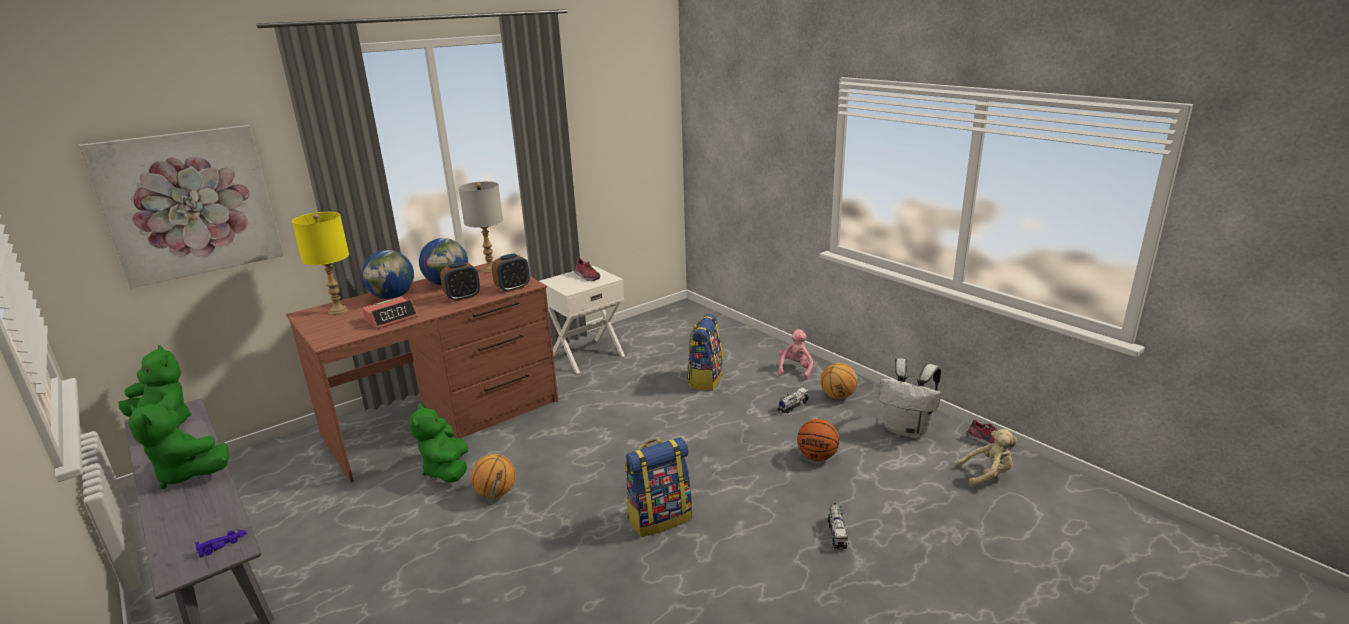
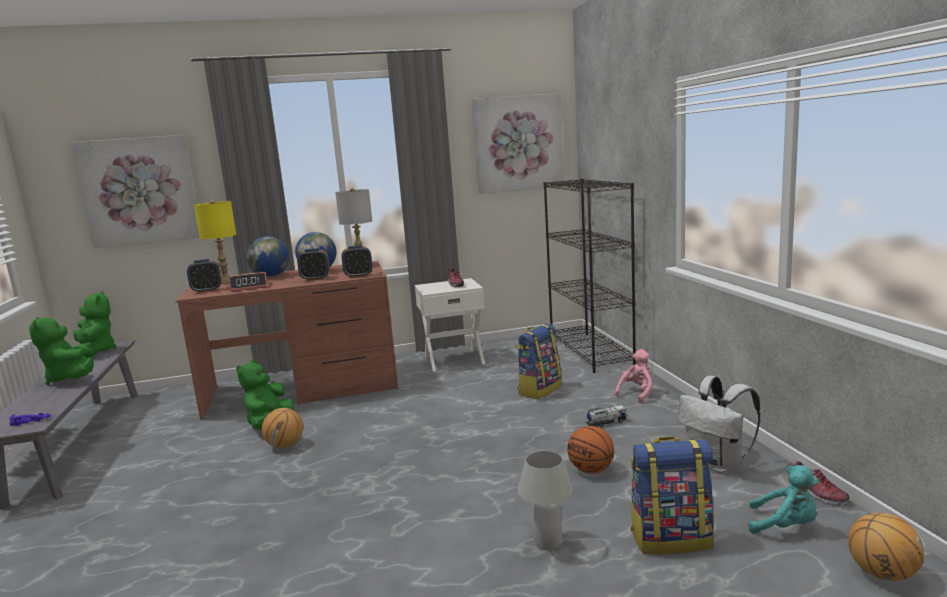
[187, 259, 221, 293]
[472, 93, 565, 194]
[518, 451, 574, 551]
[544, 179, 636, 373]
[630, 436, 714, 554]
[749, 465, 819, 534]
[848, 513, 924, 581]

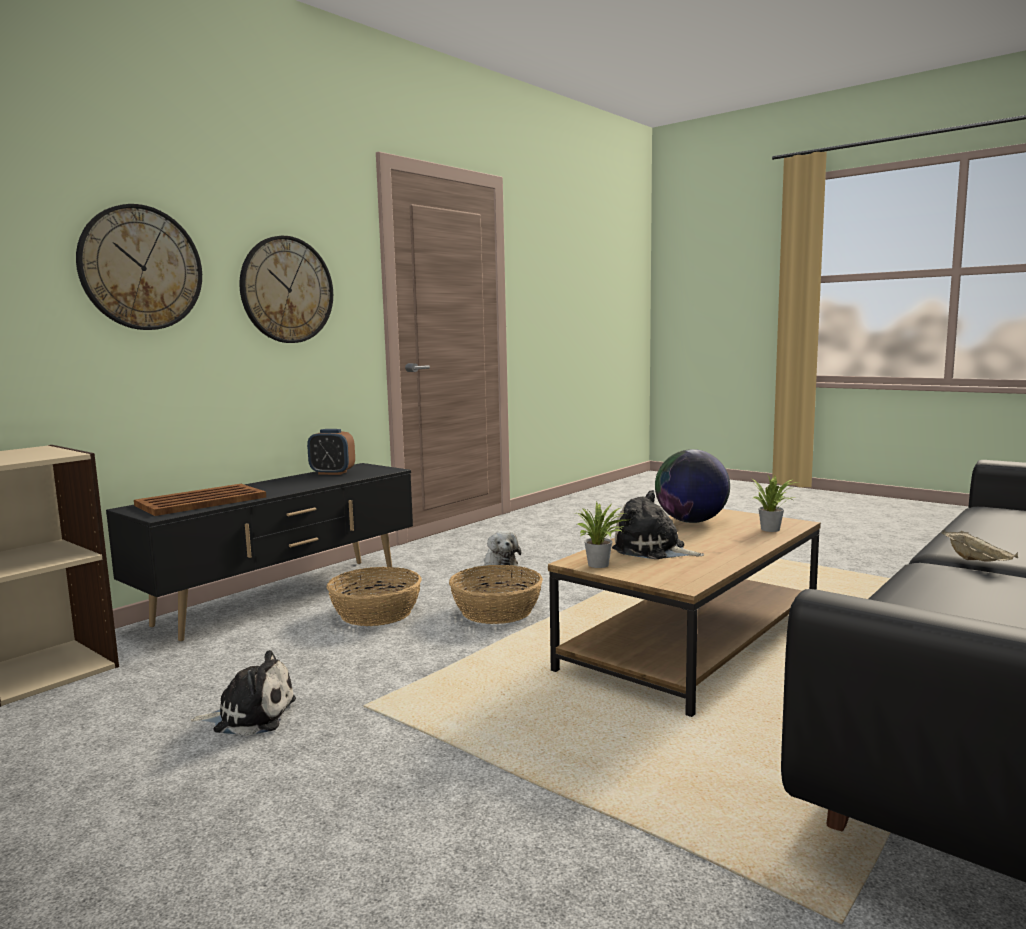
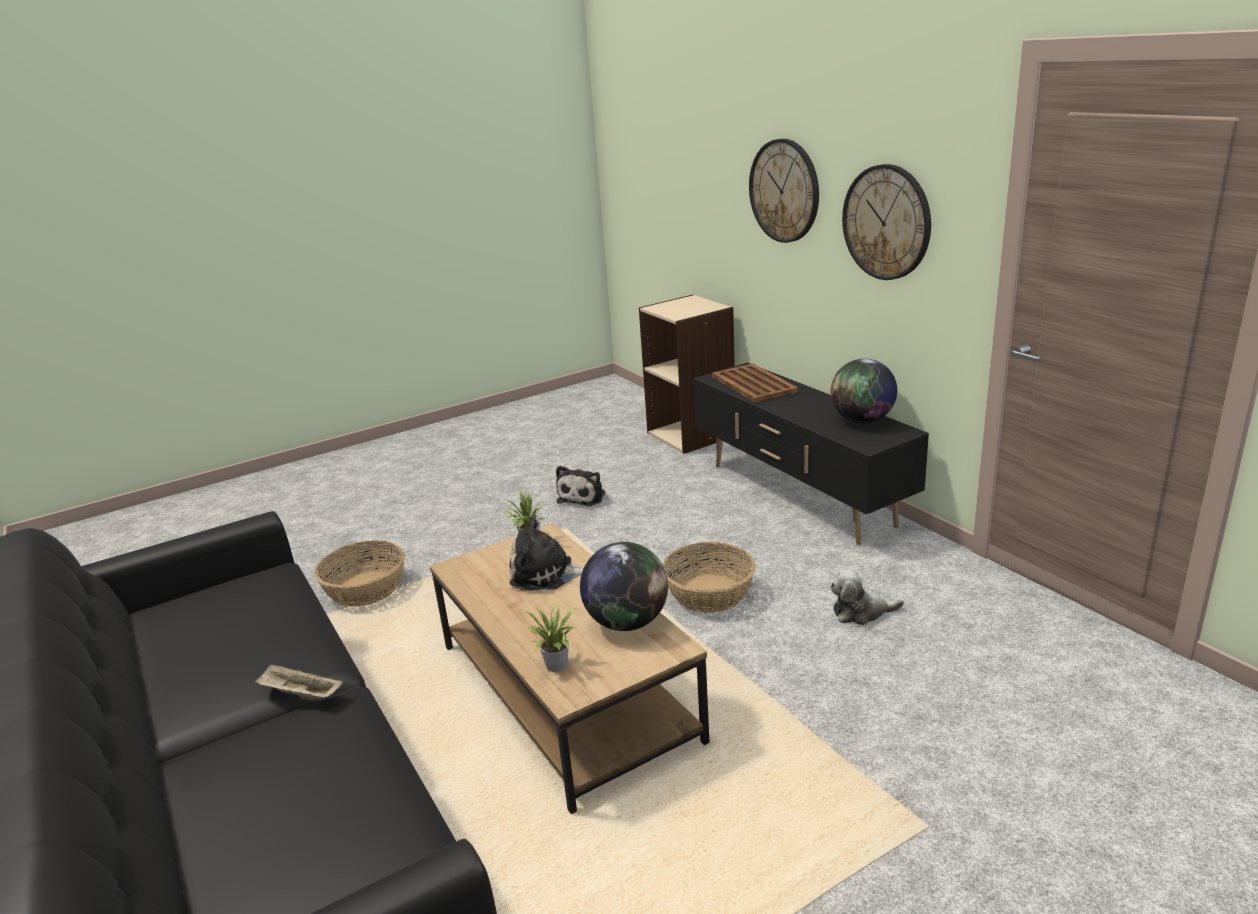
[314, 540, 404, 607]
[509, 516, 584, 591]
[831, 359, 897, 424]

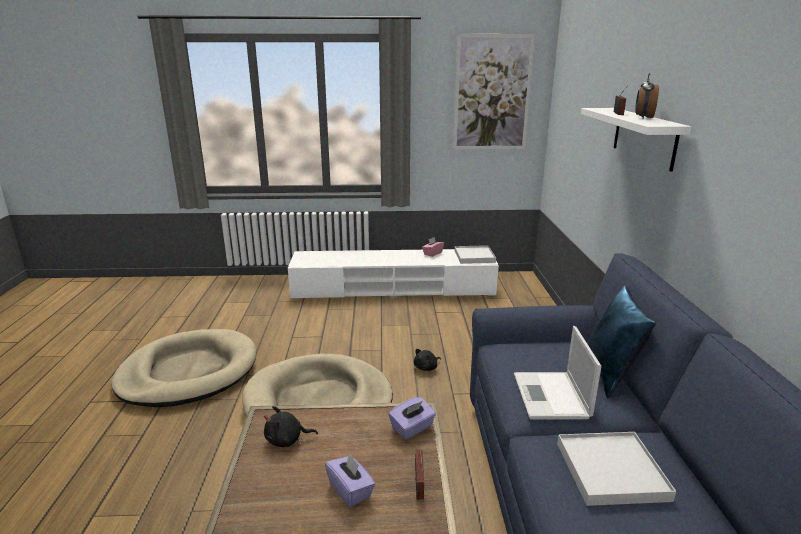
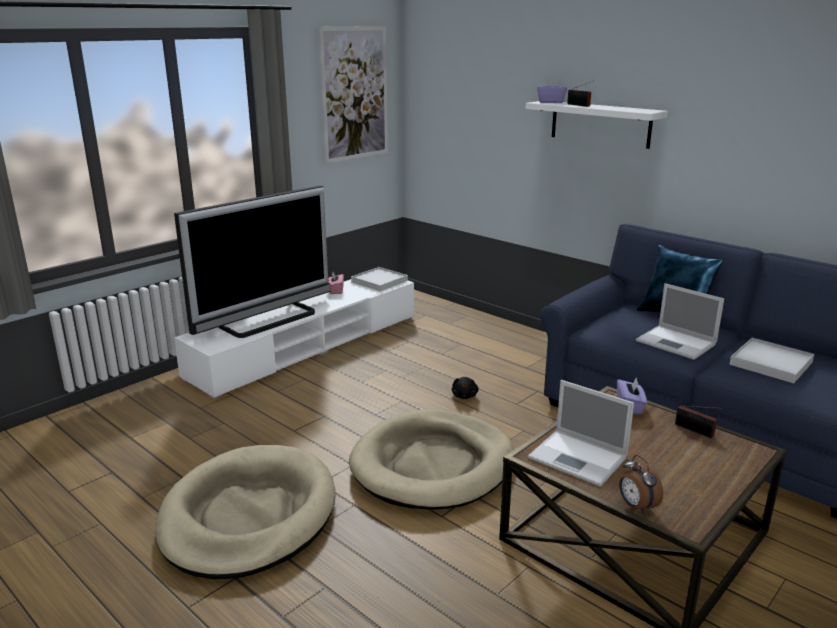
[174, 185, 331, 338]
[528, 380, 634, 487]
[537, 79, 567, 103]
[619, 455, 663, 514]

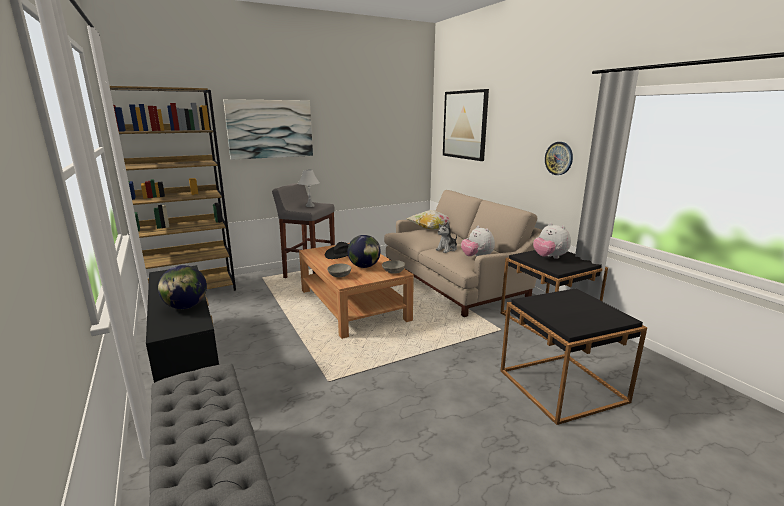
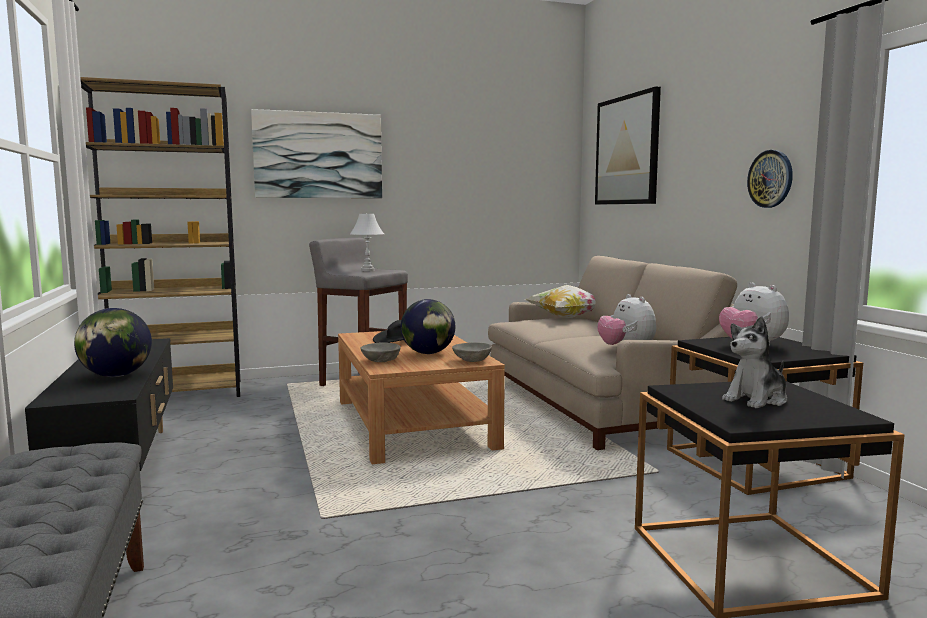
[722, 316, 787, 408]

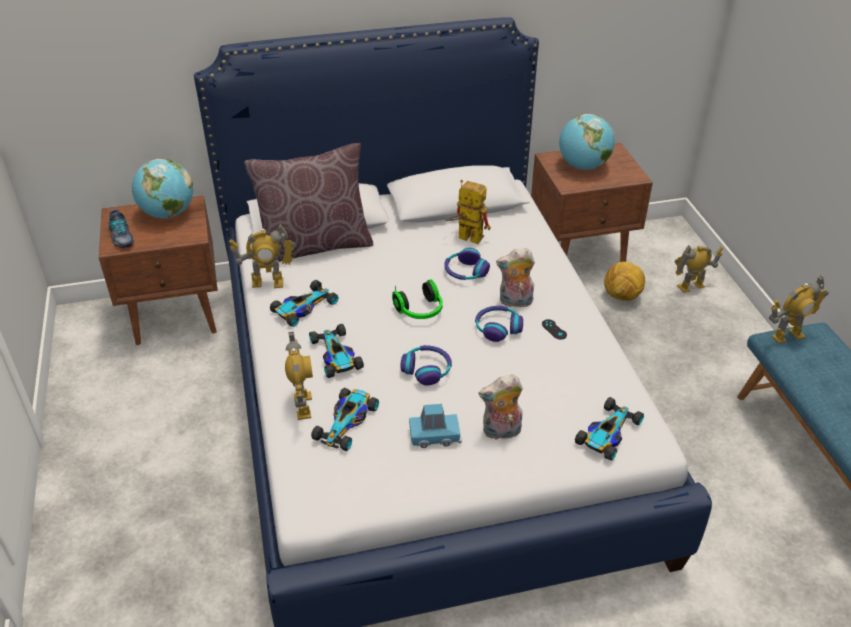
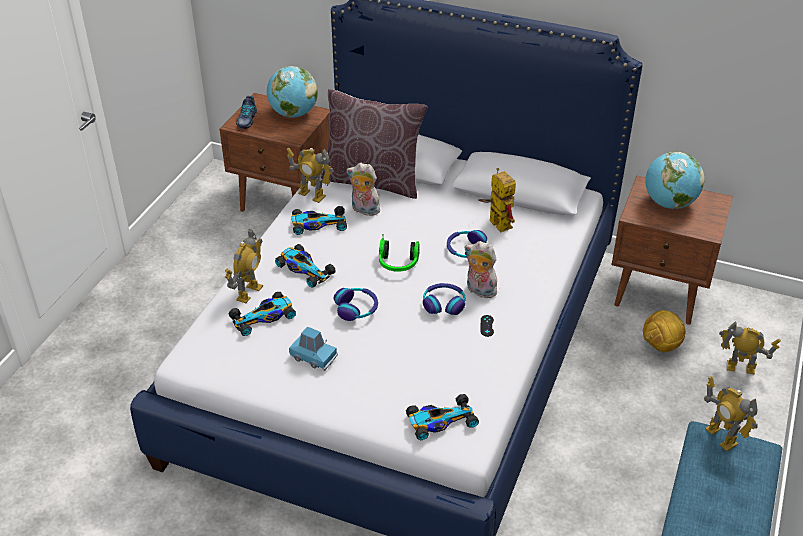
[275, 244, 336, 288]
[347, 163, 382, 216]
[704, 376, 758, 451]

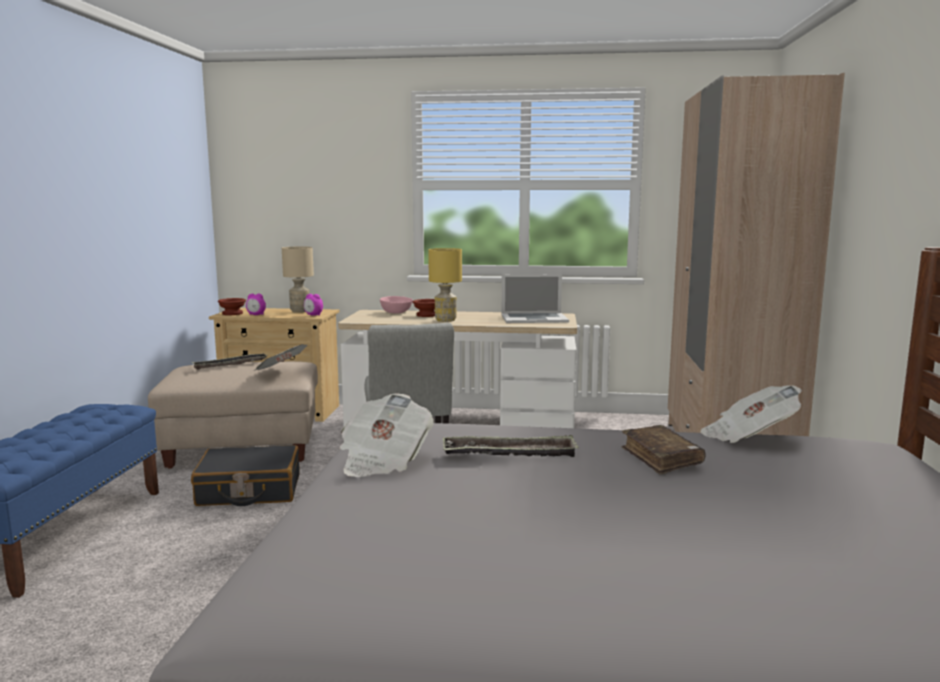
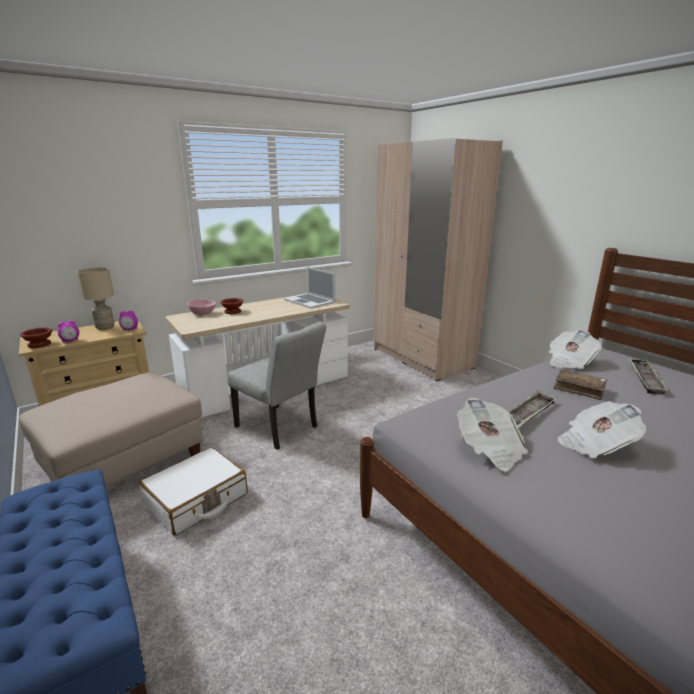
[139, 447, 248, 536]
[284, 267, 335, 309]
[557, 401, 646, 459]
[628, 359, 670, 395]
[428, 248, 462, 322] (first image)

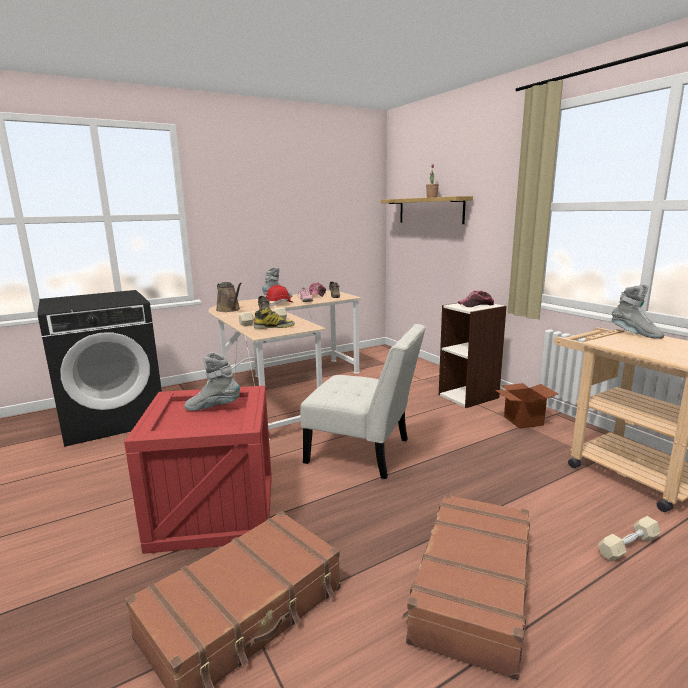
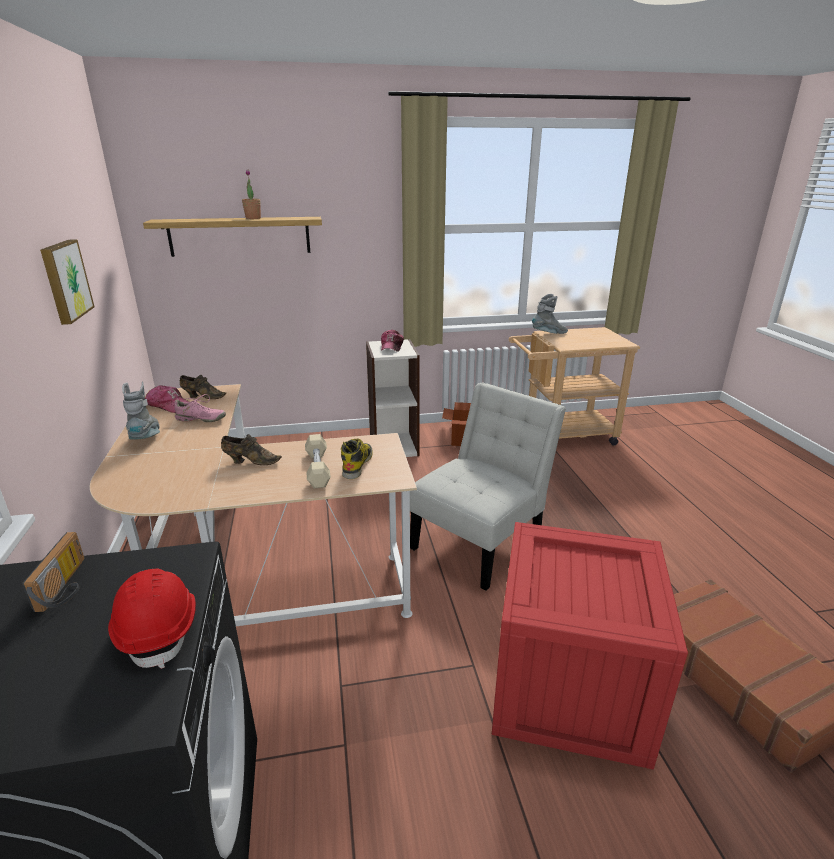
[22, 532, 84, 612]
[40, 239, 95, 325]
[108, 569, 196, 669]
[184, 352, 240, 411] (first image)
[216, 282, 242, 312] (first image)
[402, 493, 530, 680] (first image)
[598, 516, 661, 562] (first image)

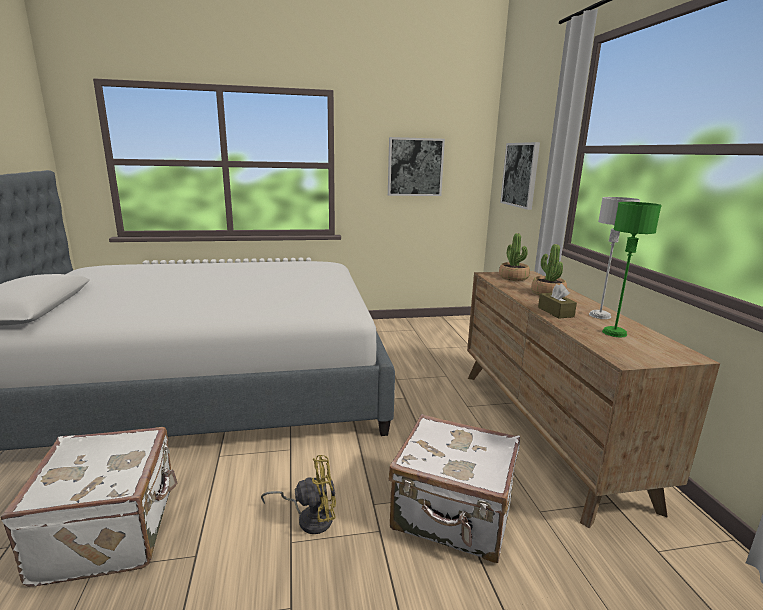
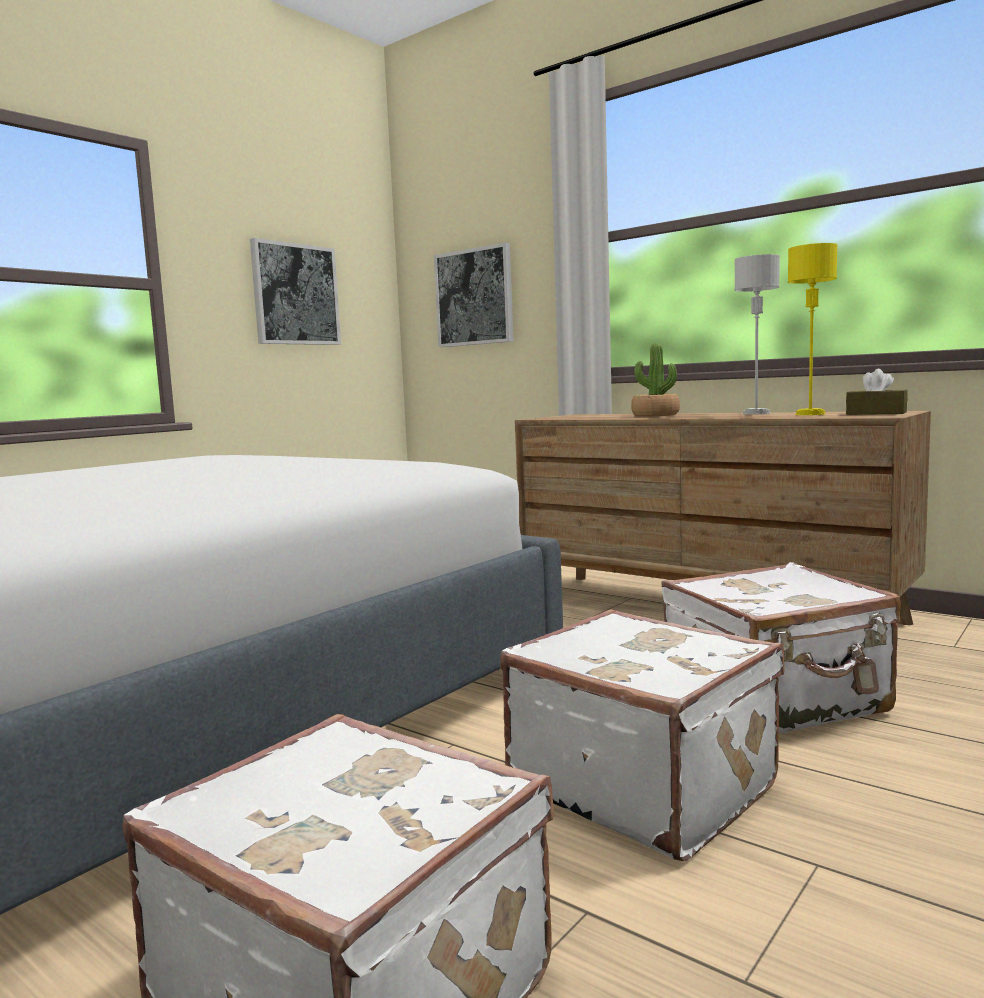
[500, 609, 785, 862]
[788, 243, 837, 415]
[846, 369, 908, 415]
[499, 233, 530, 281] (first image)

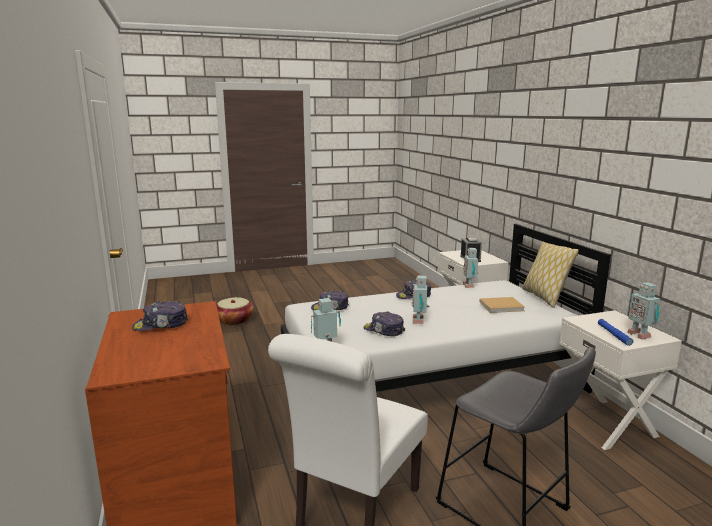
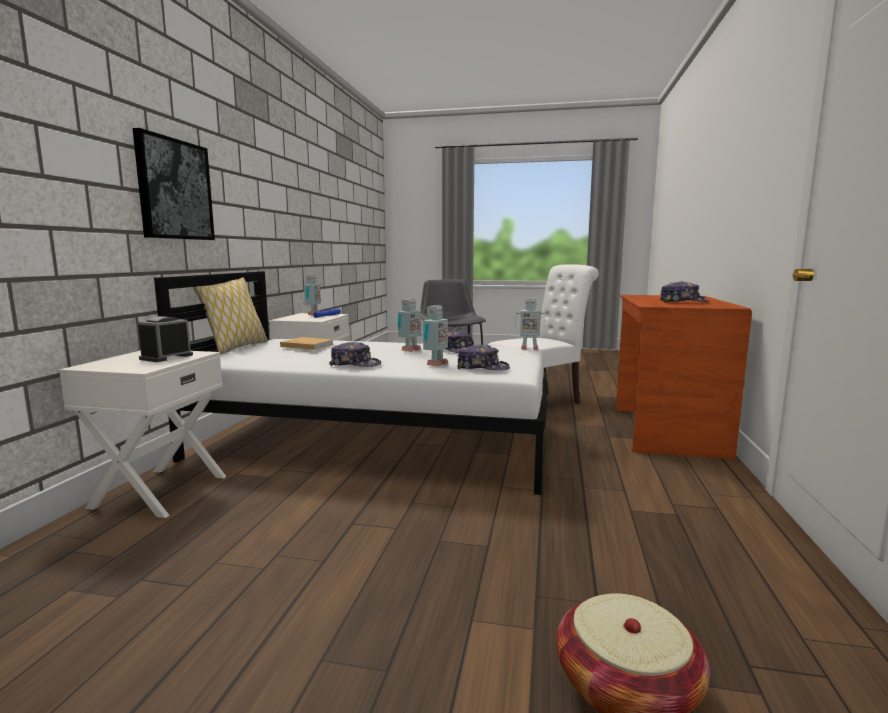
[132, 128, 215, 240]
[423, 306, 448, 367]

